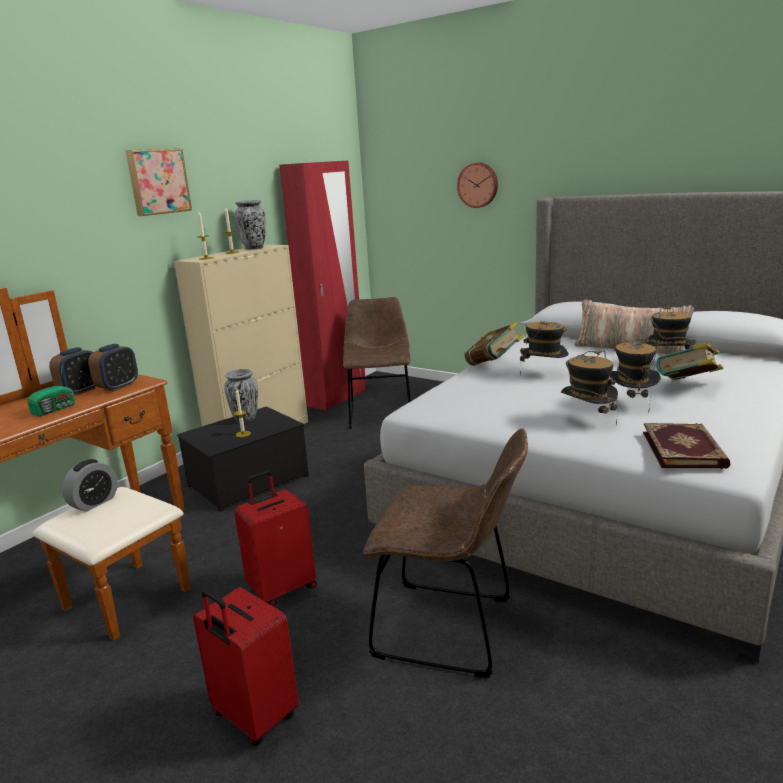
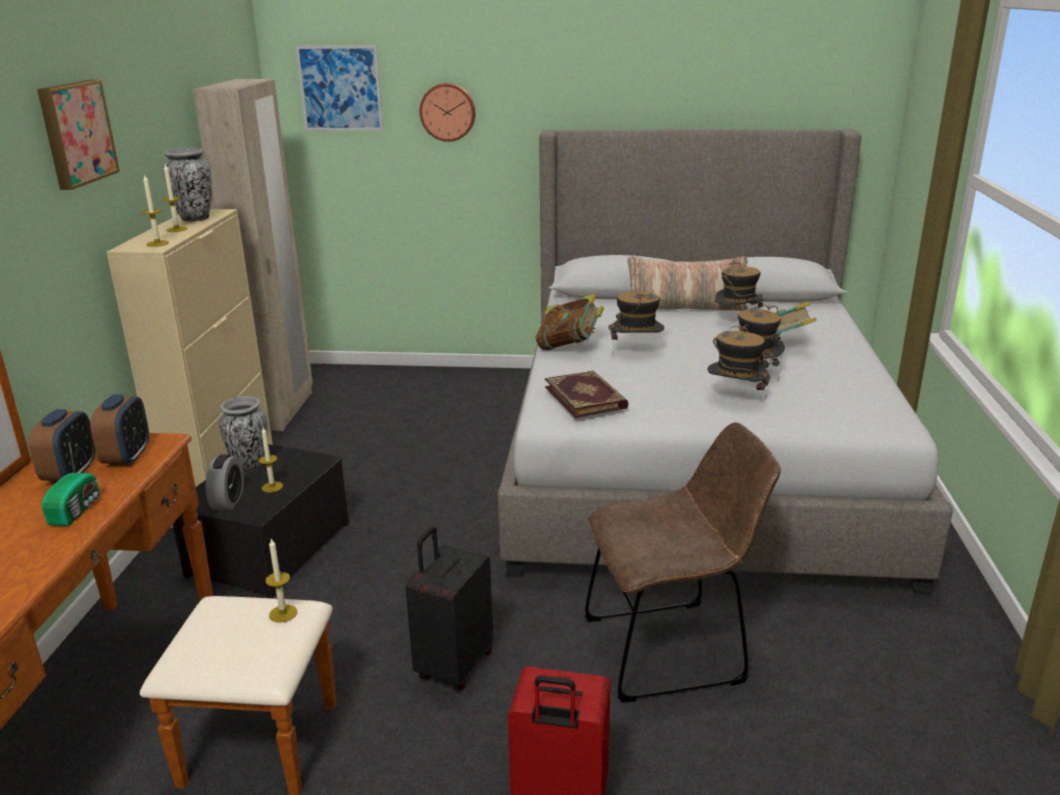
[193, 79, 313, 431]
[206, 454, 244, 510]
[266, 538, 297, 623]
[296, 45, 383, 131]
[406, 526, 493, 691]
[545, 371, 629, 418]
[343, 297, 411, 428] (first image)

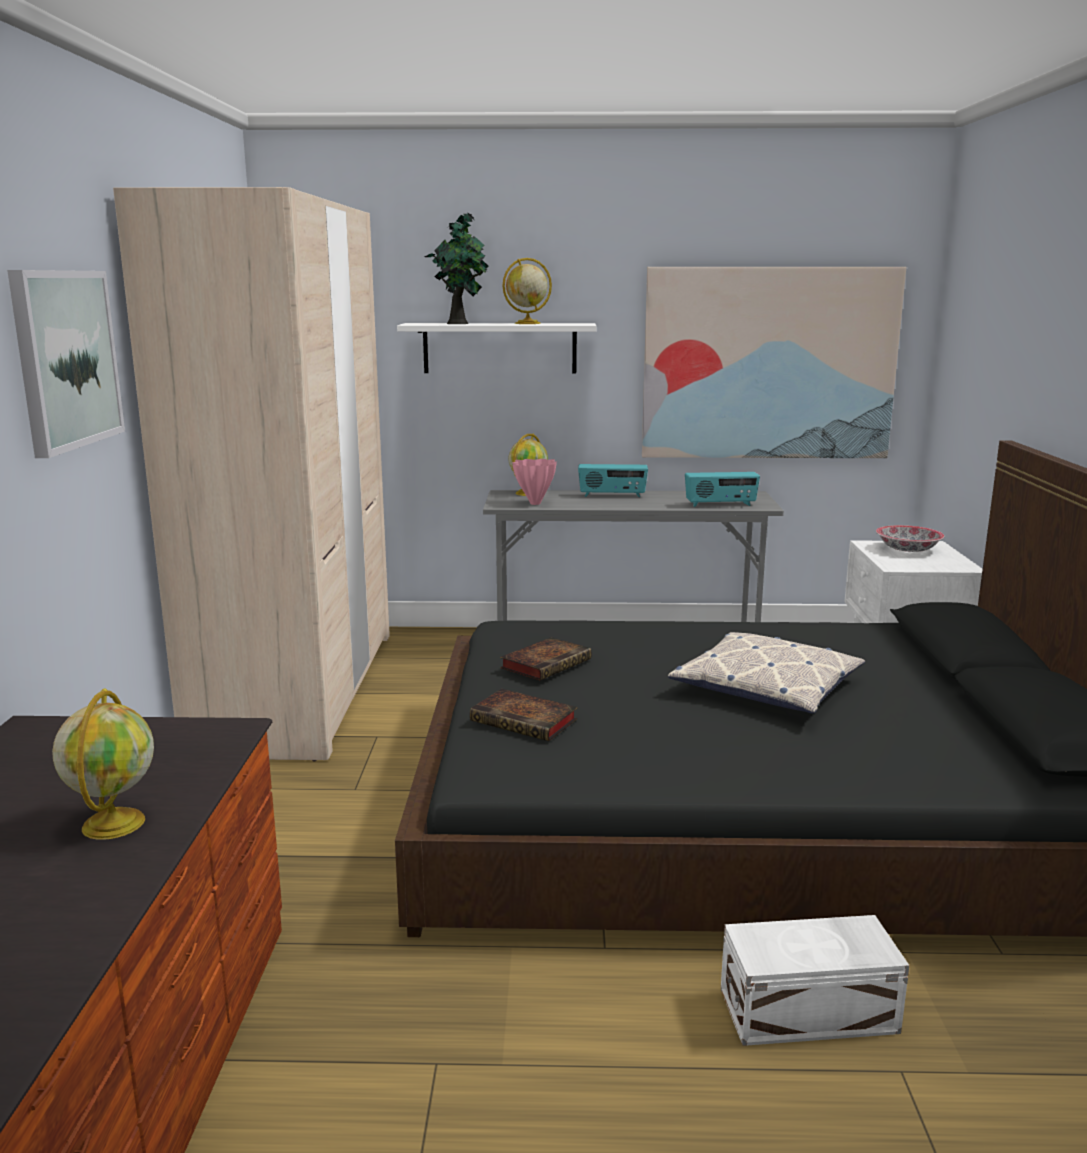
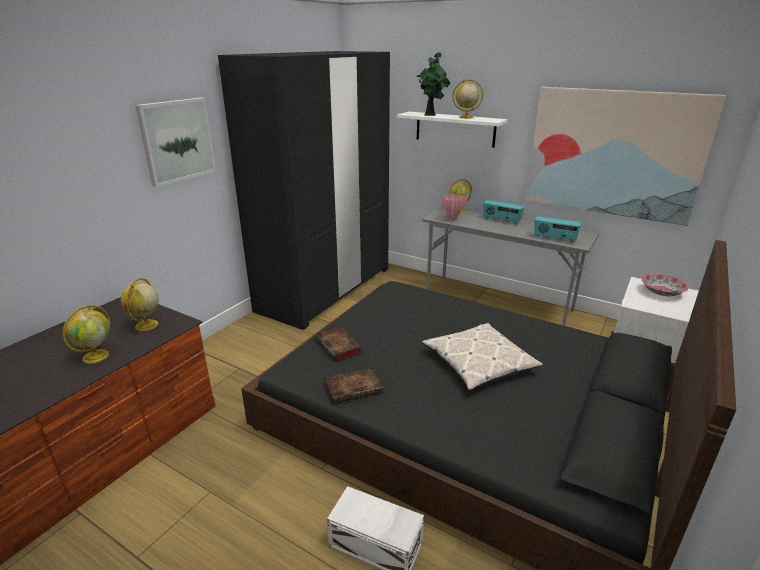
[121, 278, 159, 331]
[218, 51, 390, 330]
[325, 368, 384, 404]

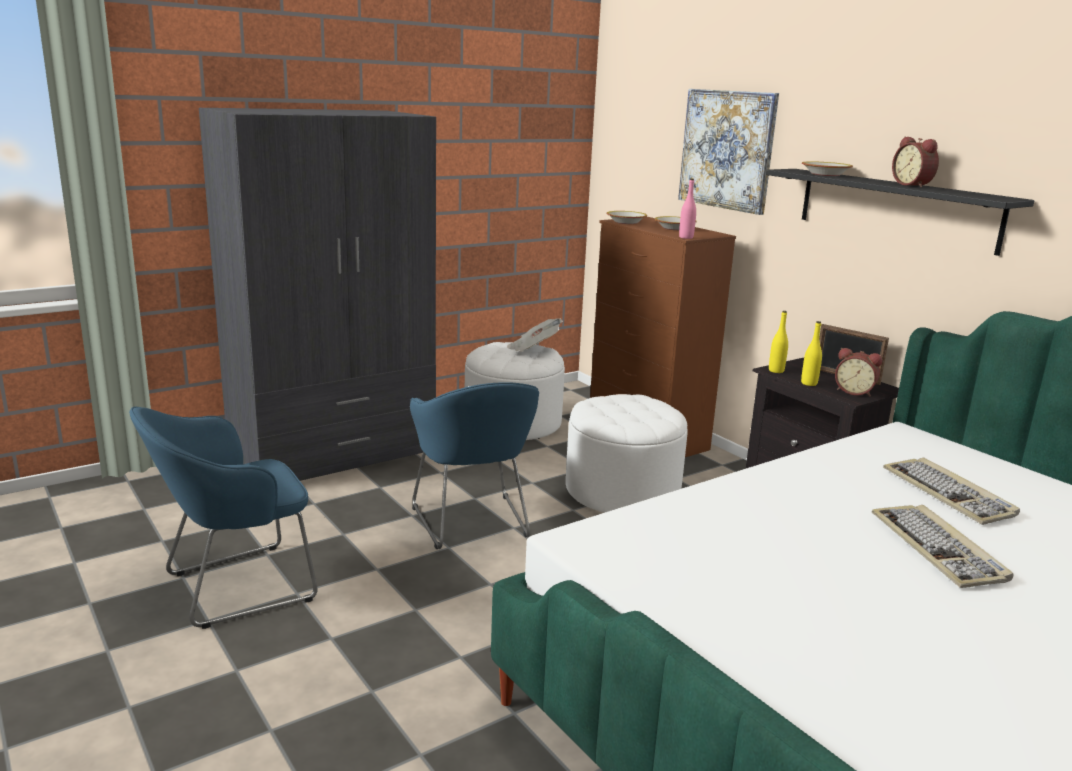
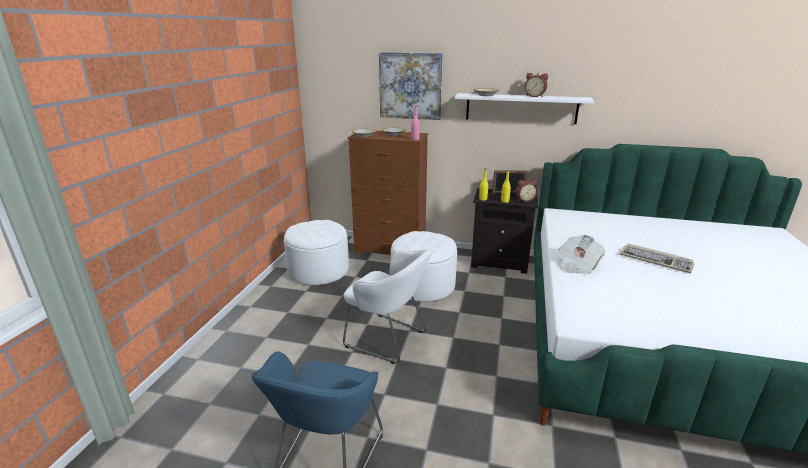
[343, 248, 433, 364]
[455, 93, 594, 124]
[558, 235, 605, 274]
[199, 108, 436, 481] (first image)
[883, 457, 1020, 525] (first image)

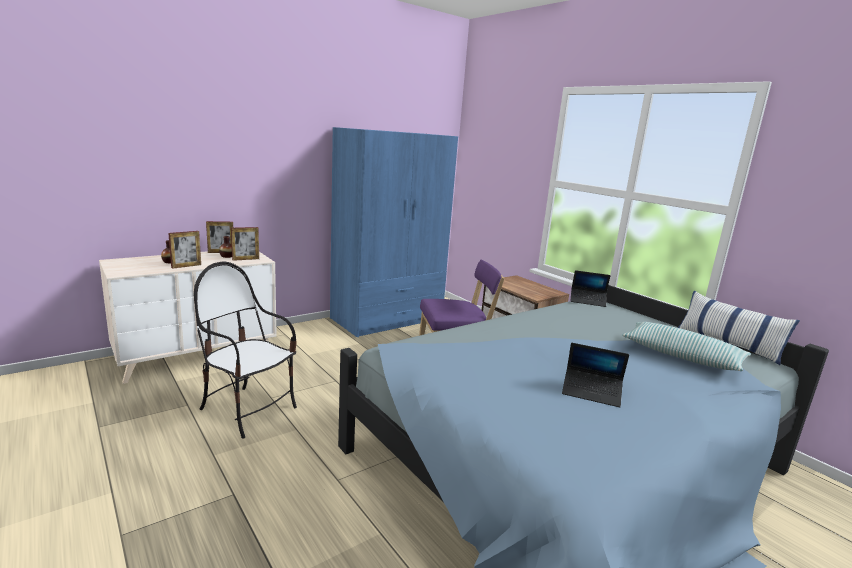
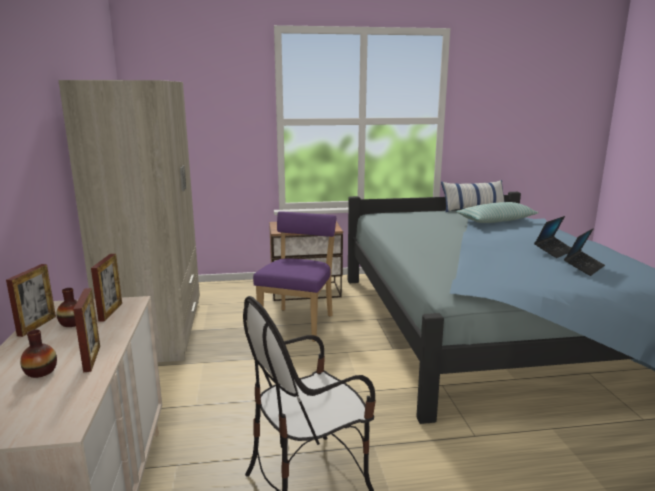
[58, 80, 200, 362]
[564, 228, 605, 276]

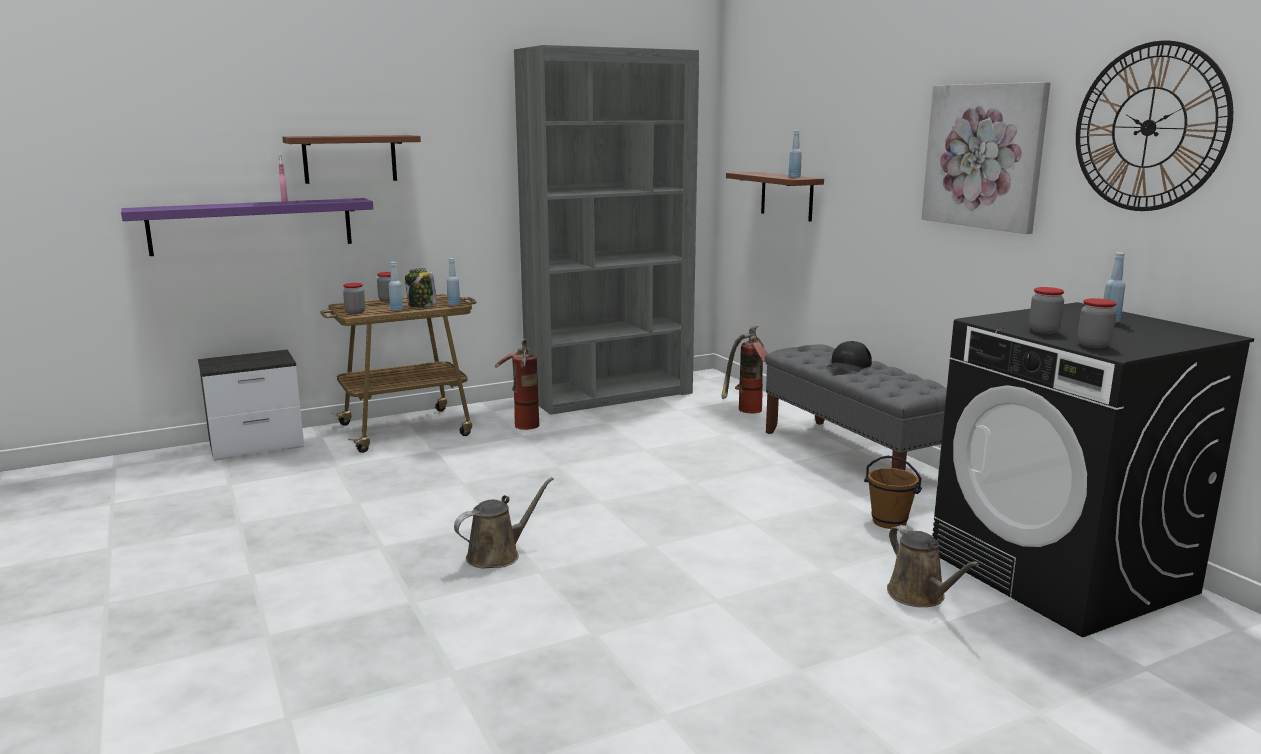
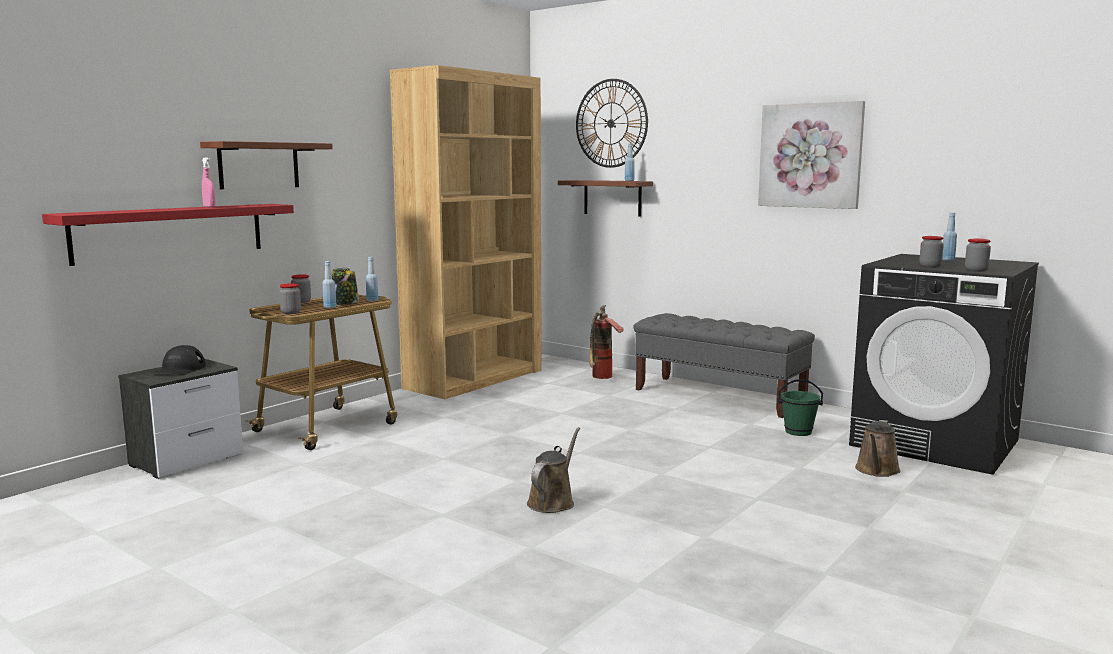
[42, 204, 294, 266]
[153, 345, 206, 375]
[390, 65, 542, 399]
[576, 79, 648, 168]
[778, 380, 823, 436]
[855, 420, 901, 477]
[495, 339, 539, 430] (first image)

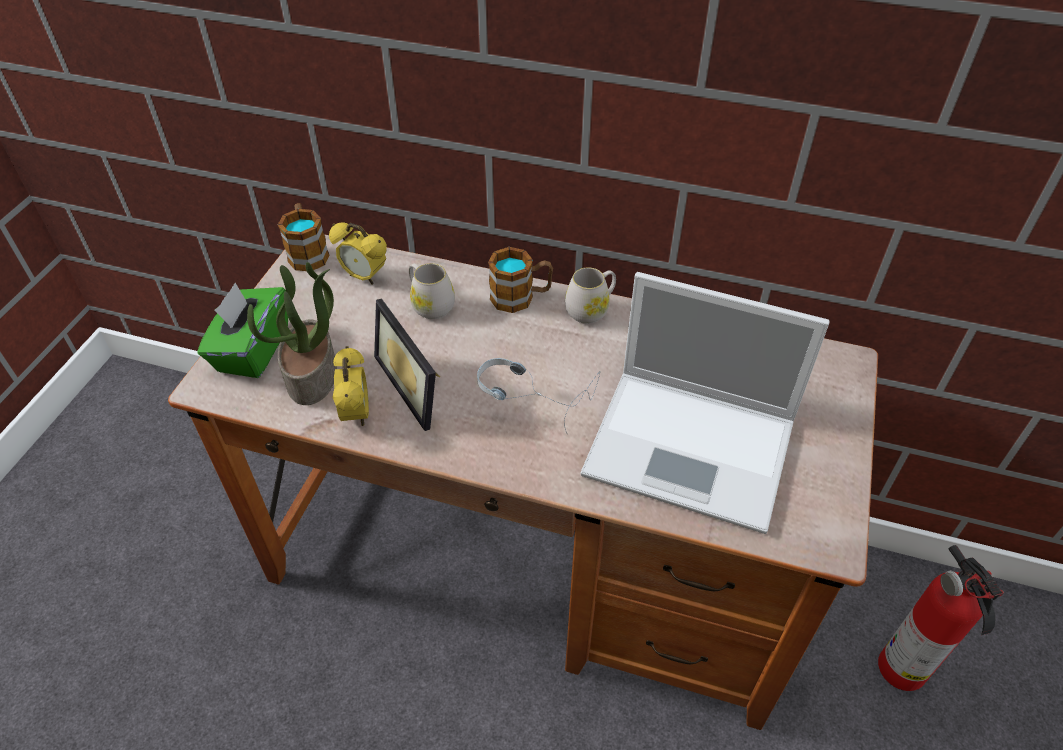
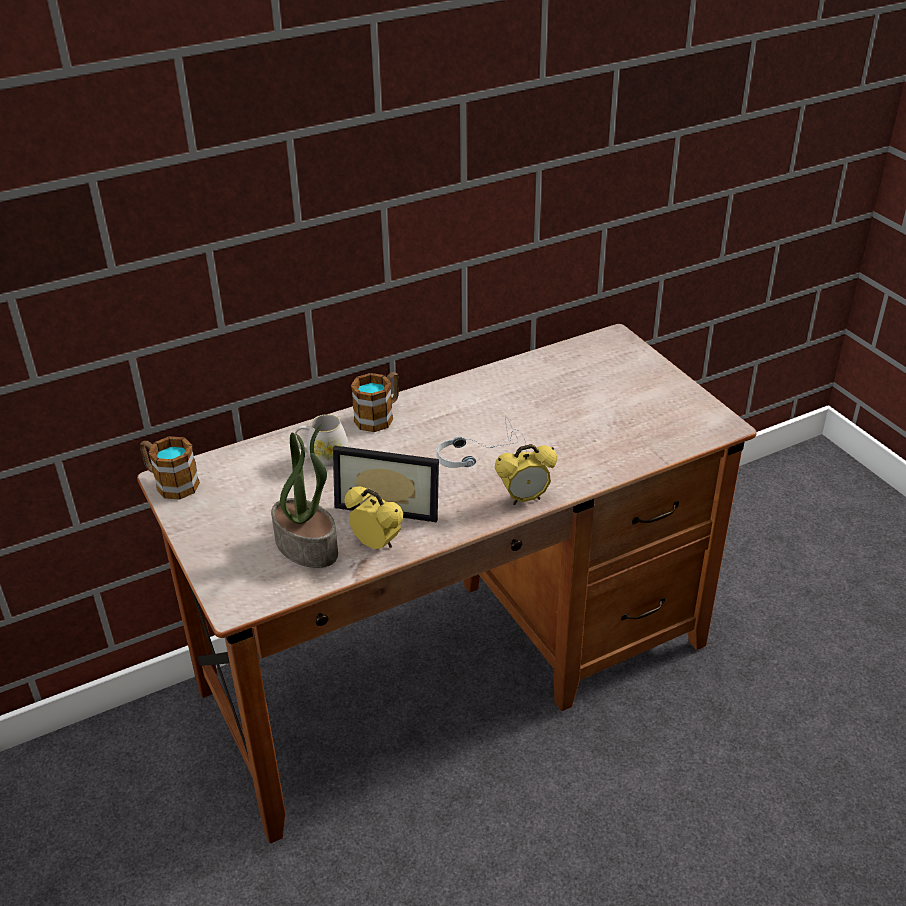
[495, 444, 557, 505]
[197, 283, 288, 378] (first image)
[565, 267, 616, 324] (first image)
[580, 272, 830, 534] (first image)
[878, 545, 1004, 691] (first image)

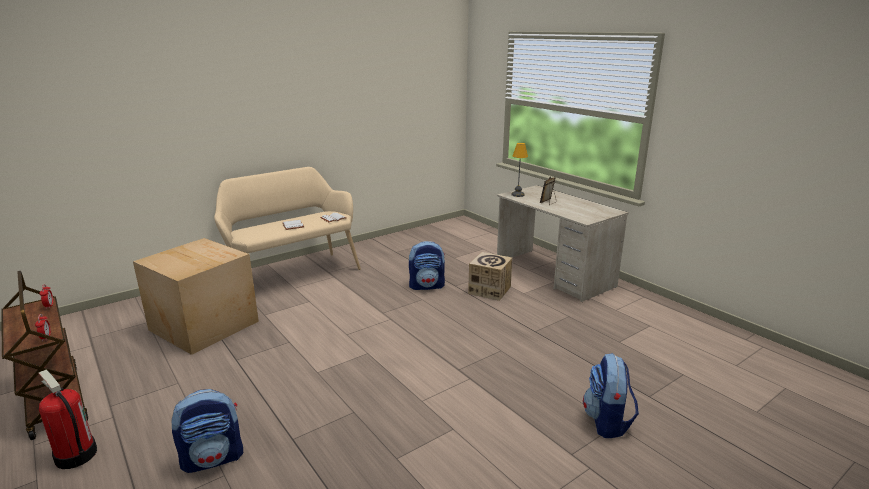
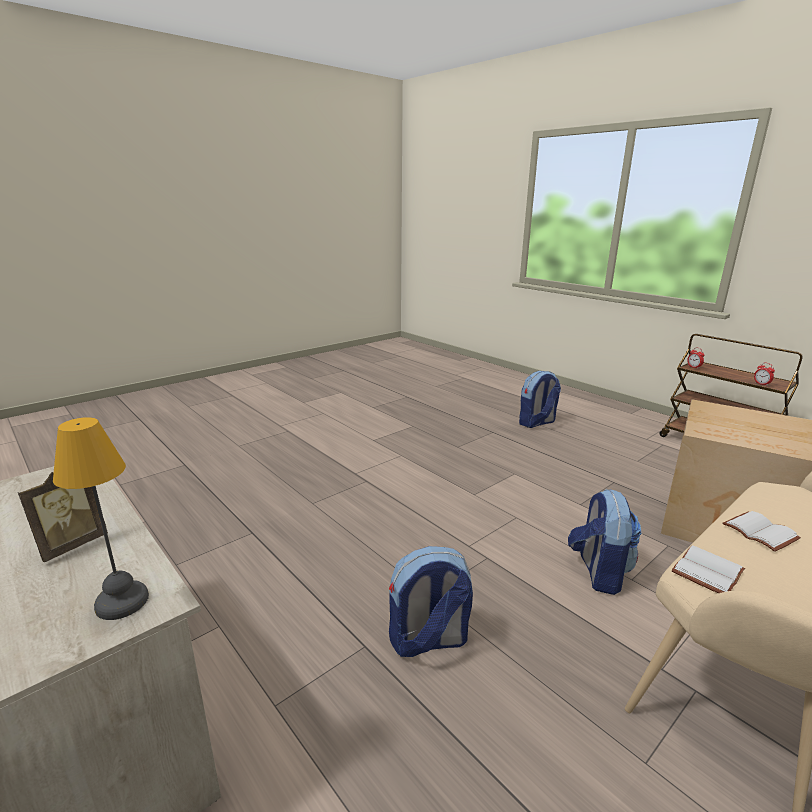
[568, 489, 641, 595]
[39, 370, 97, 469] (first image)
[468, 252, 512, 301] (first image)

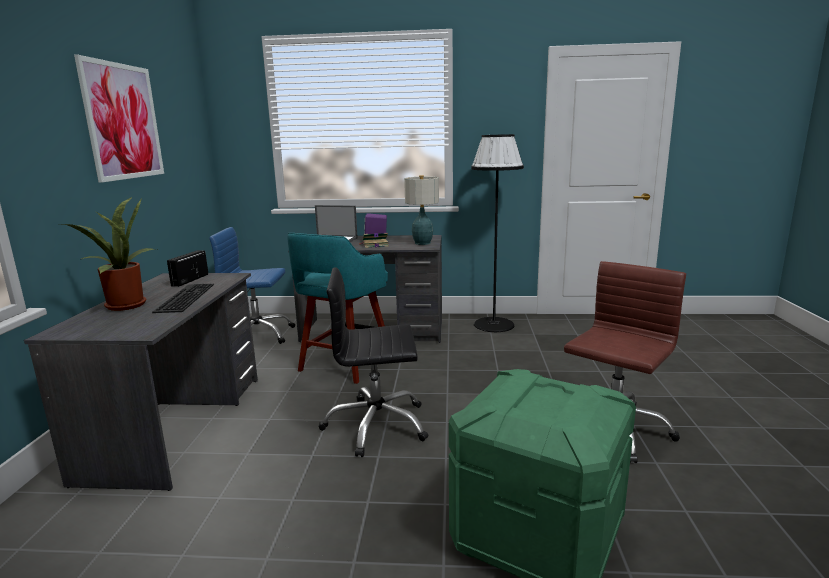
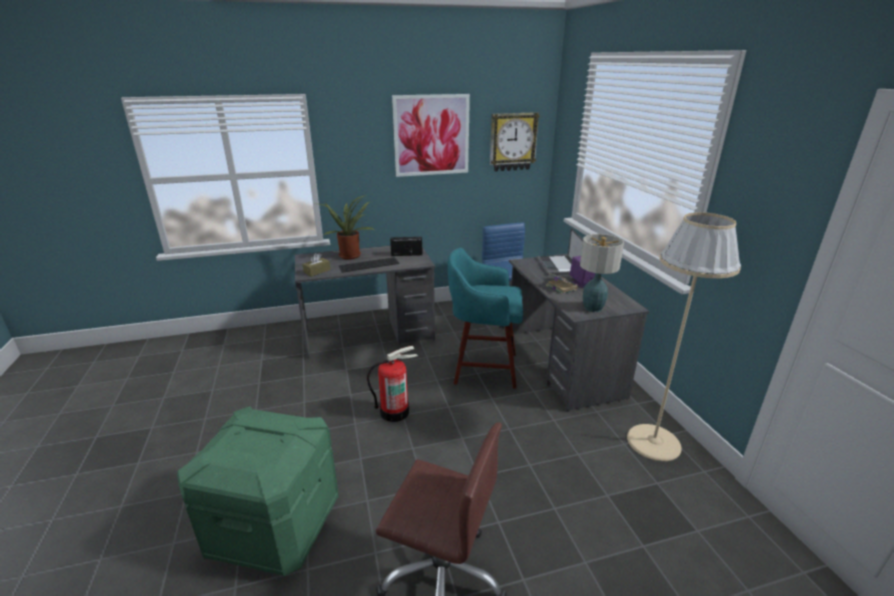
[303, 253, 330, 277]
[367, 346, 418, 422]
[490, 112, 540, 171]
[627, 212, 741, 461]

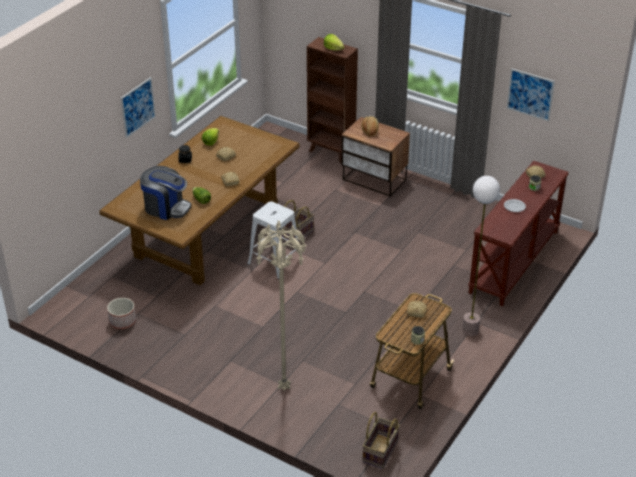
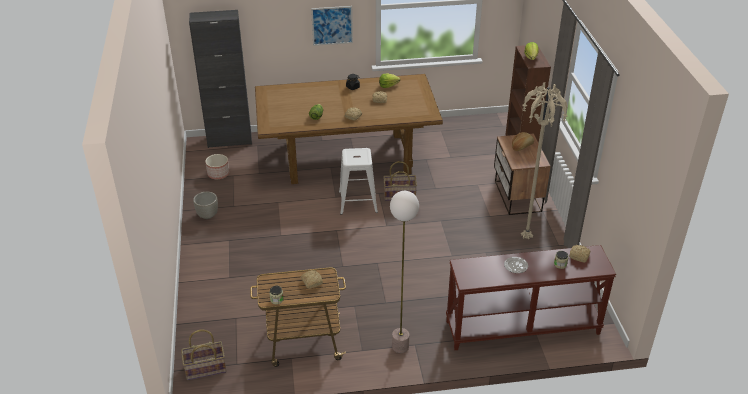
[189, 10, 252, 148]
[193, 192, 218, 219]
[521, 83, 568, 240]
[140, 166, 192, 220] (first image)
[507, 69, 555, 121] (first image)

